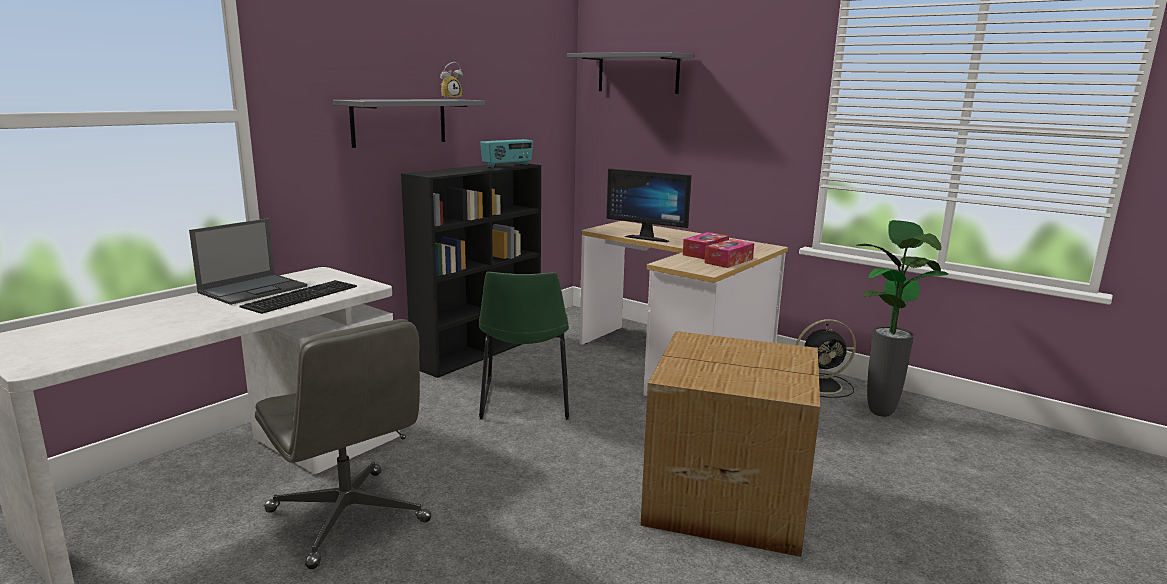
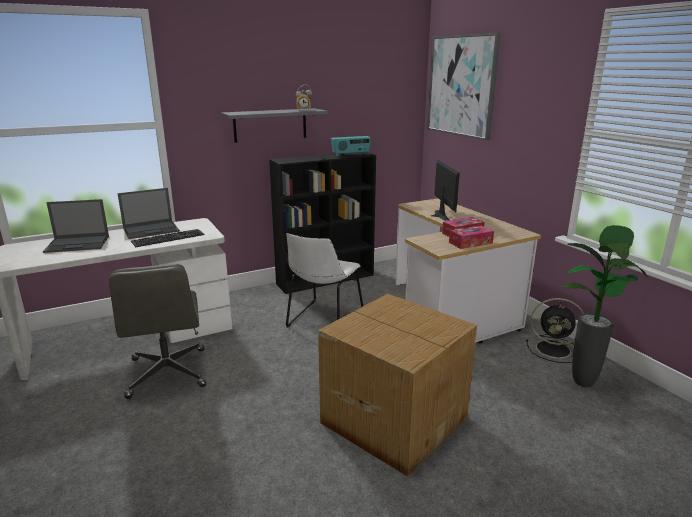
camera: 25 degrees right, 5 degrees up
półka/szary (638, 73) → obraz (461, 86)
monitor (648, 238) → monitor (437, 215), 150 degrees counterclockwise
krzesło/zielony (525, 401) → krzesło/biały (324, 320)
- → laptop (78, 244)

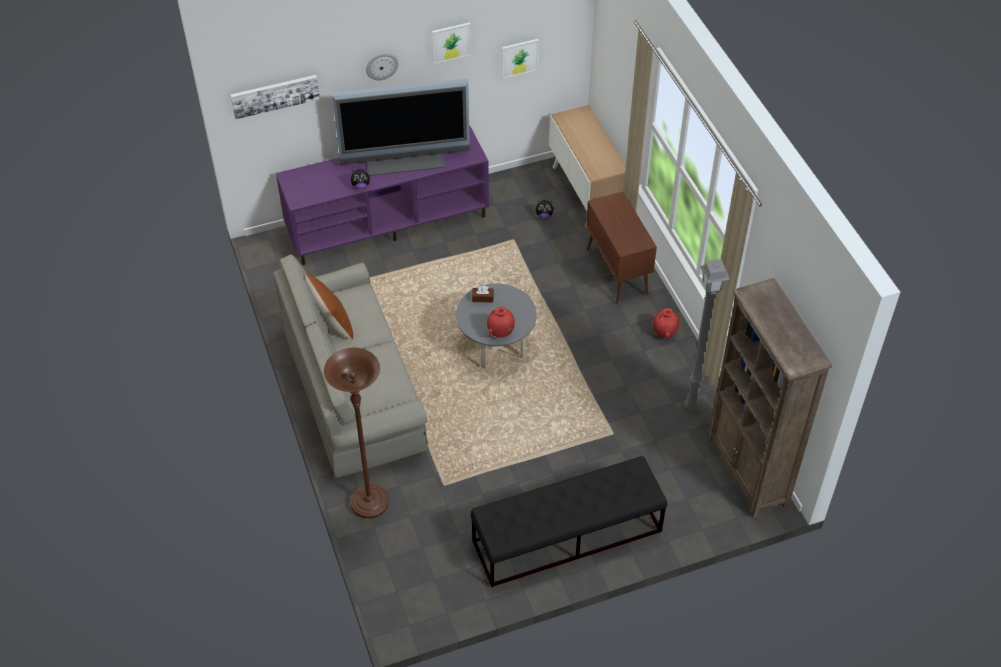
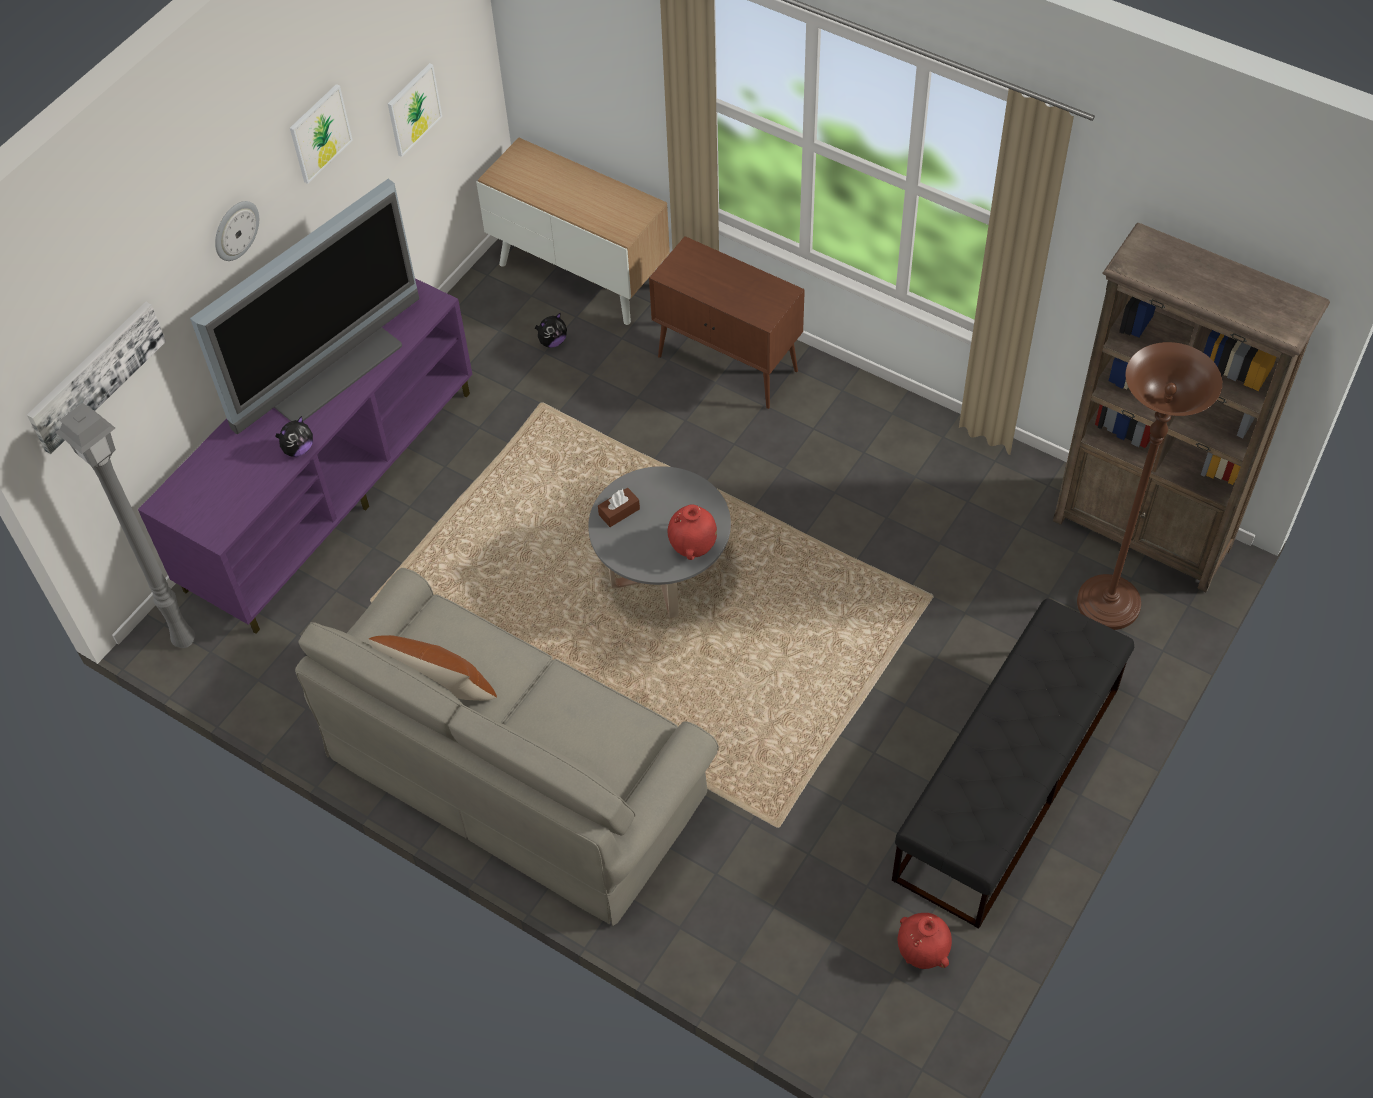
camera: 35 degrees left, 5 degrees up
lampa stojąca/szary (690, 406) → lampa stojąca/szary (184, 642), moved
wazon/czerwony (664, 333) → wazon/czerwony (922, 952), moved
lampa stojąca/brązowy (369, 503) → lampa stojąca/brązowy (1107, 605), moved

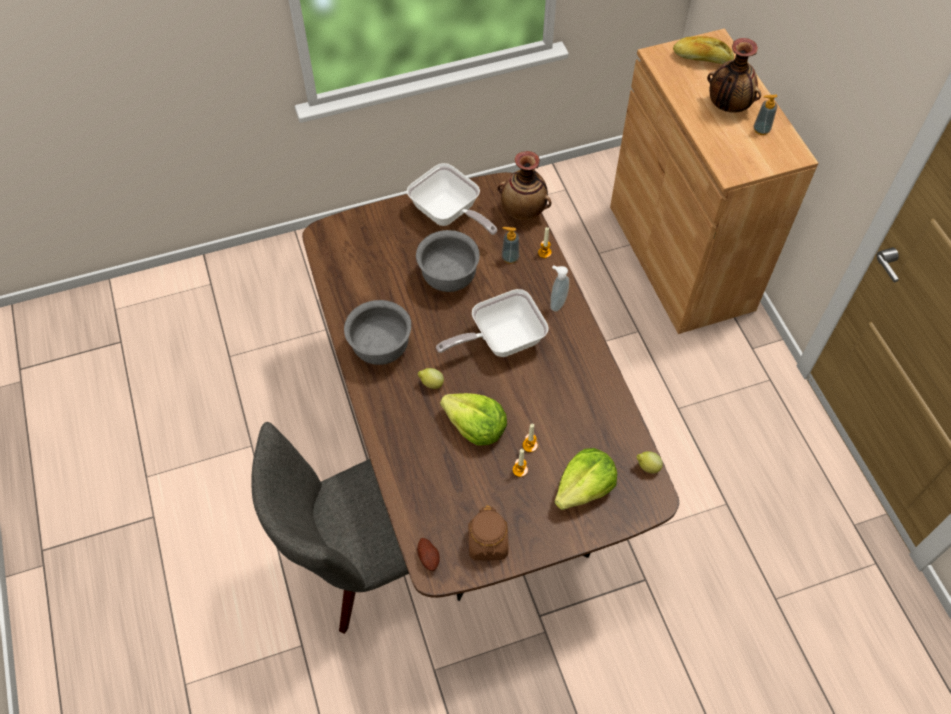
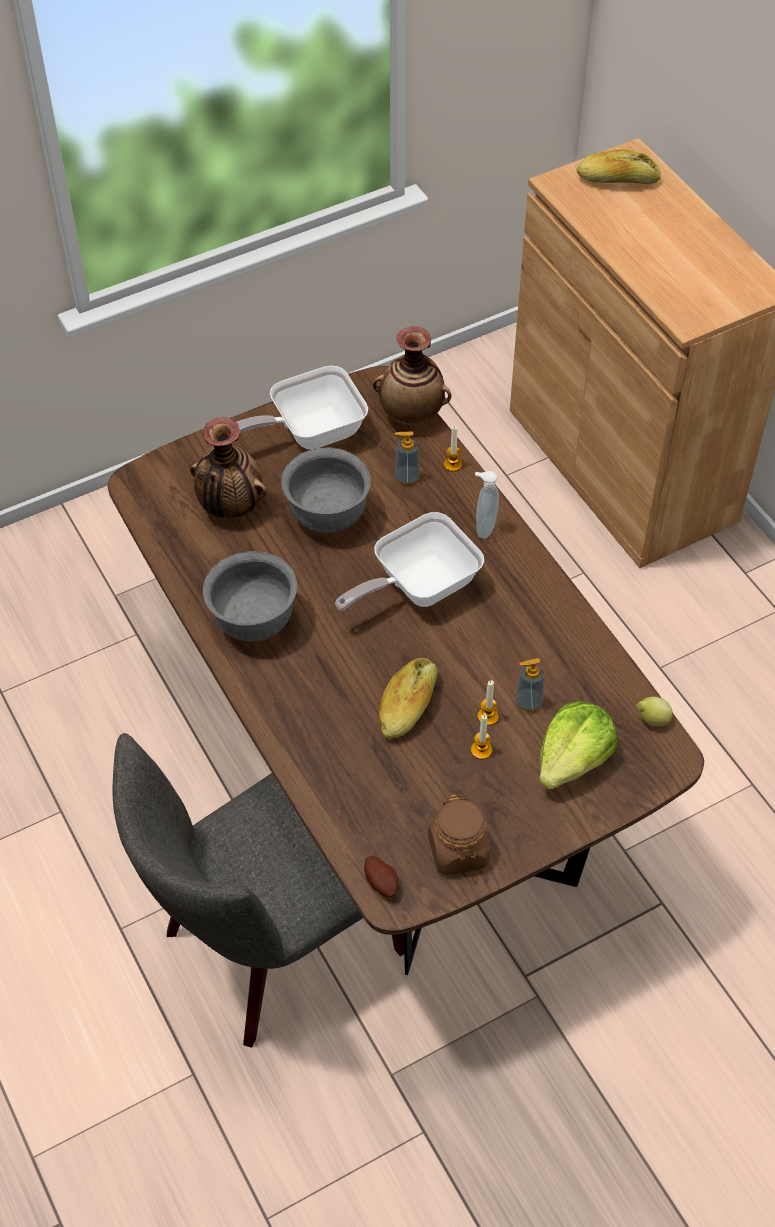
camera: 10 degrees left, 5 degrees down
wazon (727, 106) → wazon (230, 506), moved
dozownik mydła (761, 130) → dozownik mydła (528, 702), moved
patelnia (449, 215) → patelnia (309, 432), 120 degrees clockwise
cytryna (431, 384) → -
sałata (475, 427) → chleb (408, 705)

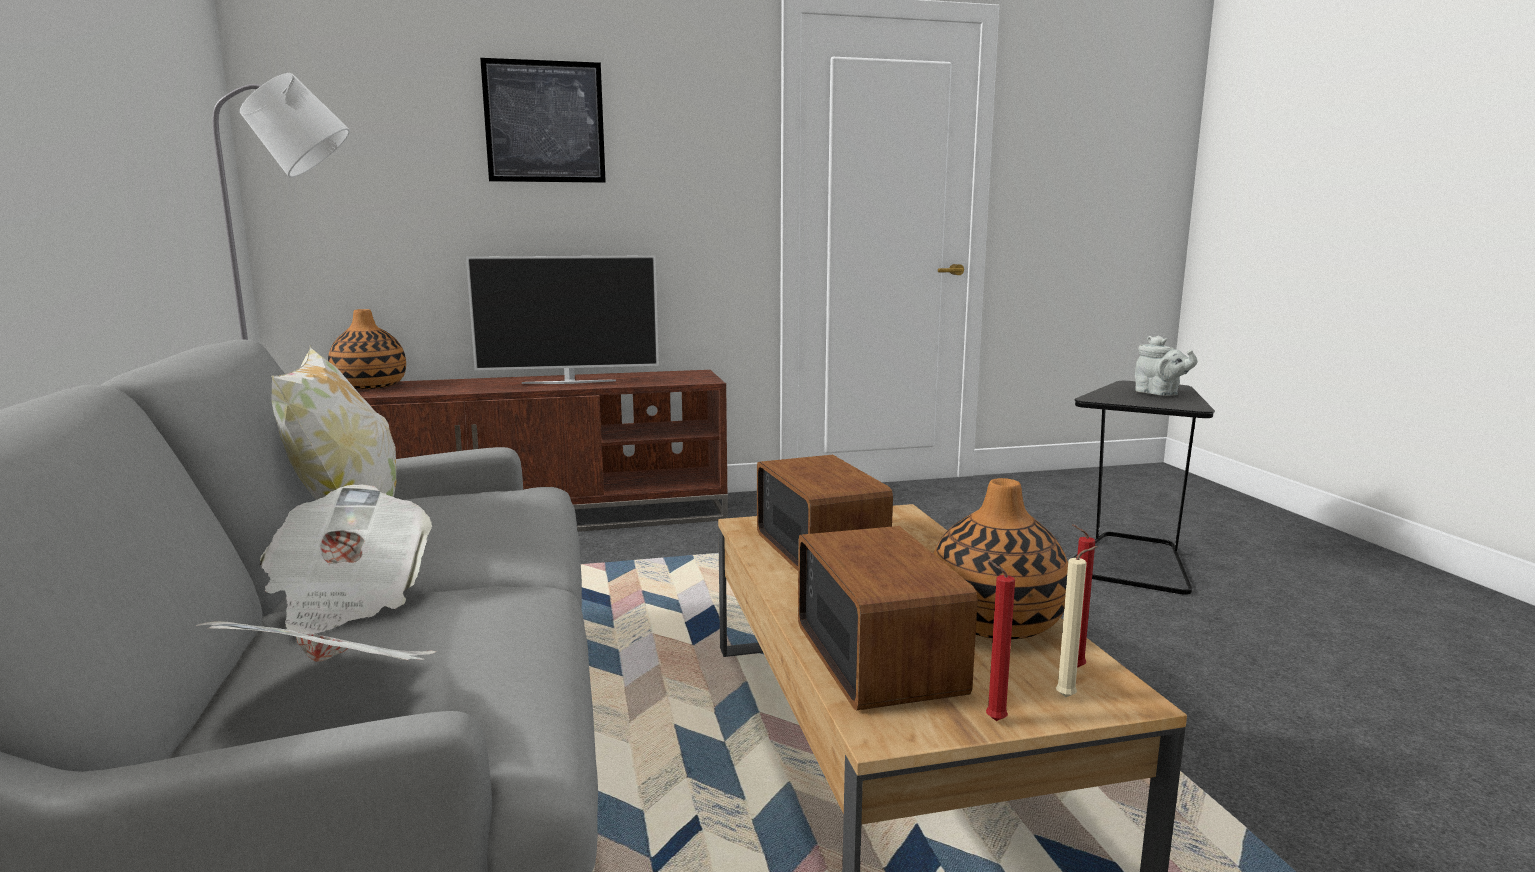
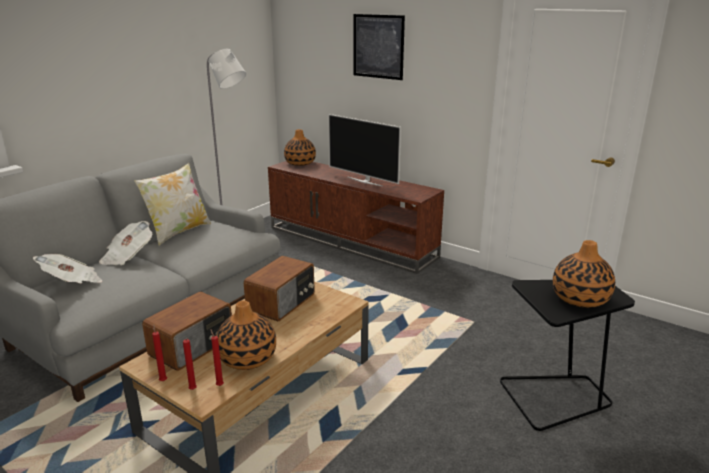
camera: 50 degrees right, 10 degrees up
imbryk/szary (1159, 394) → wazon (580, 298)
świeca/beżowy (1069, 698) → świeca/czerwony (193, 390)

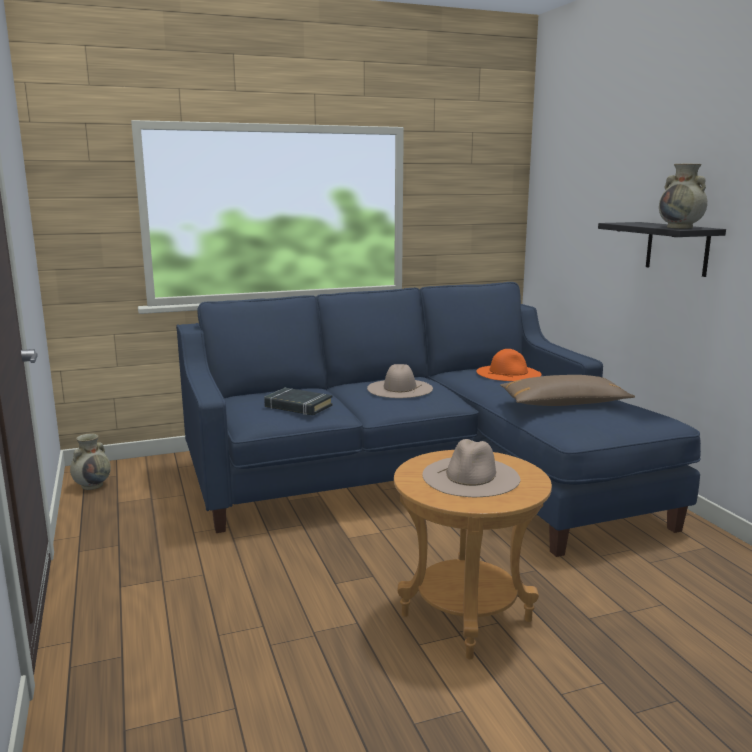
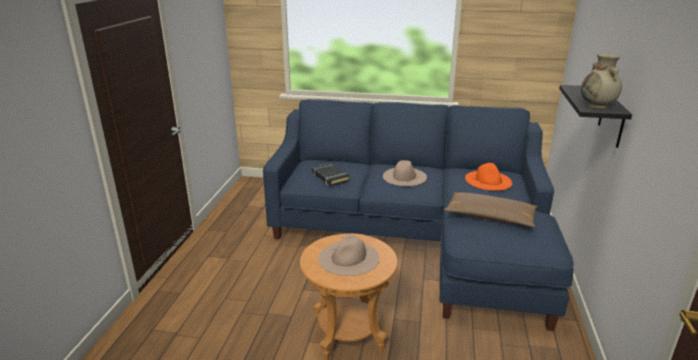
camera: 30 degrees right, 10 degrees up
wazon/beżowy (92, 485) → -

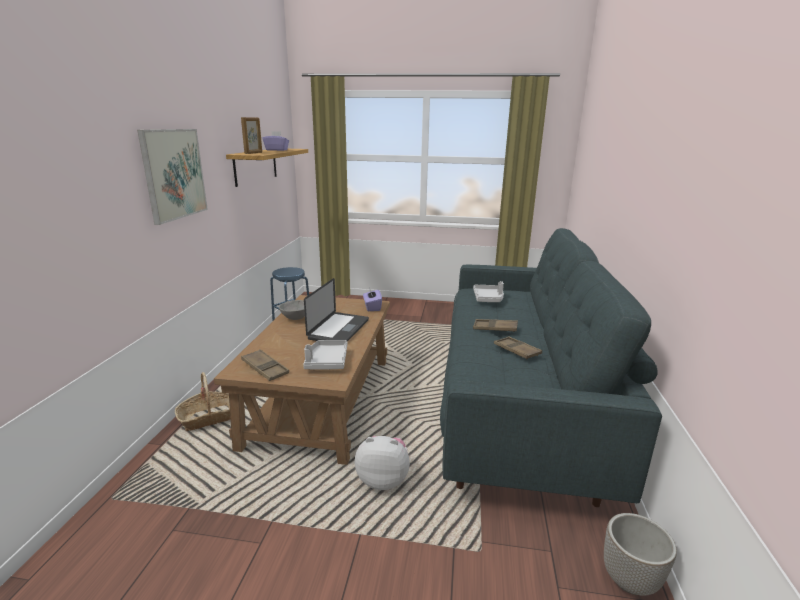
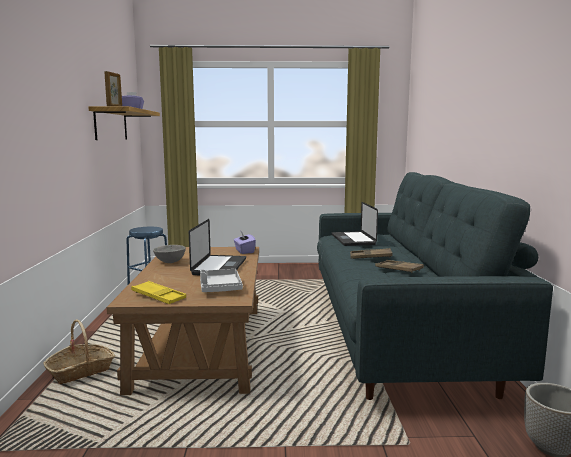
camera: 10 degrees left, 10 degrees down
obraz (174, 174) → -
taca/szary (488, 298) → laptop (353, 239)
taca/brązowy (265, 368) → taca/żółty (158, 296)
pluszak (383, 479) → -

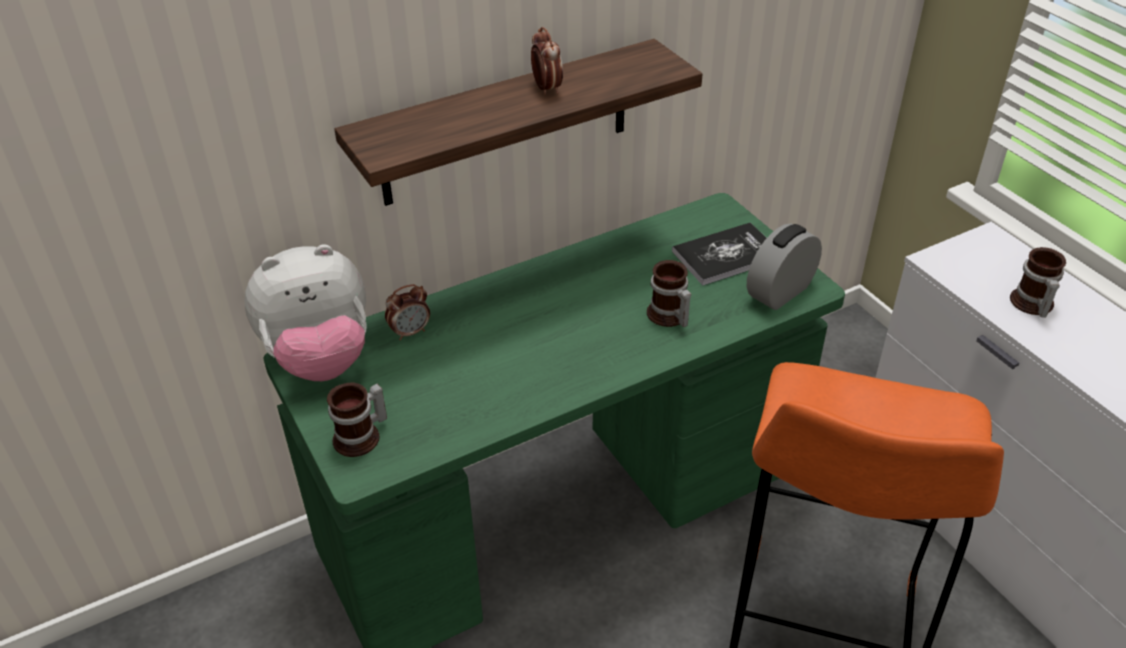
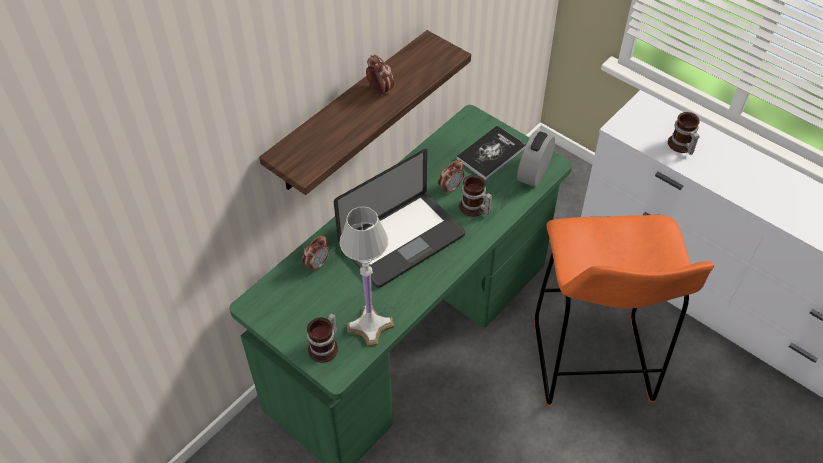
camera: 20 degrees left, 10 degrees up
pluszak (320, 359) → -
- → laptop (402, 240)
- → budzik (450, 188)
- → lampa stołowa/biały (370, 326)

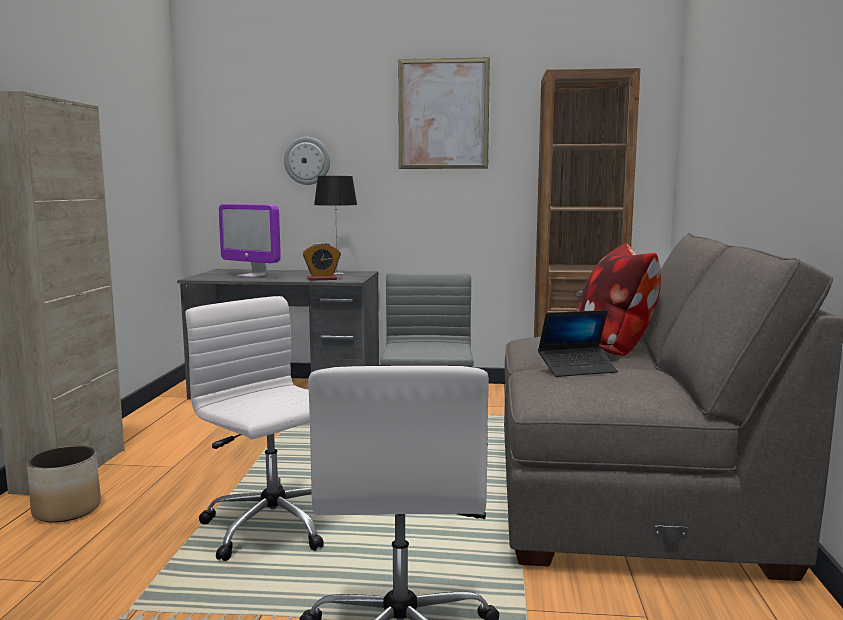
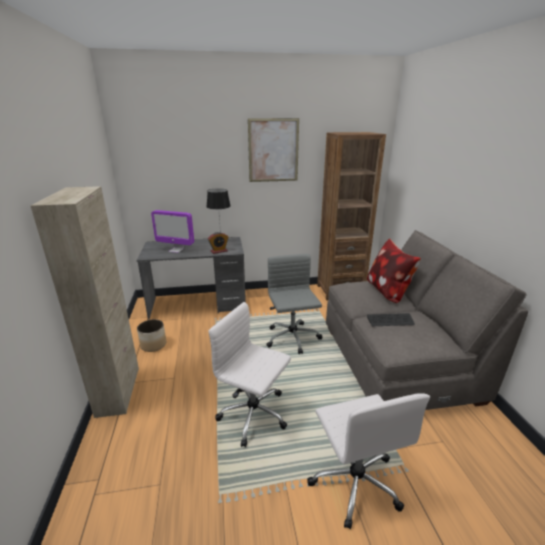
camera: 15 degrees left, 15 degrees up
zegar ścienny (307, 161) → -
laptop (577, 369) → klawiatura (390, 320)
donica (67, 510) → donica (153, 345), moved

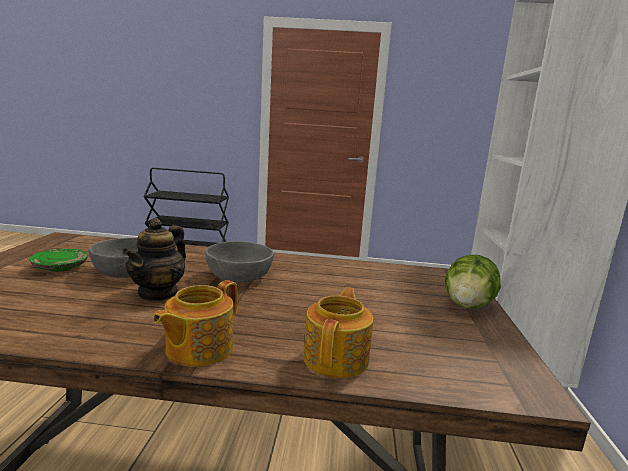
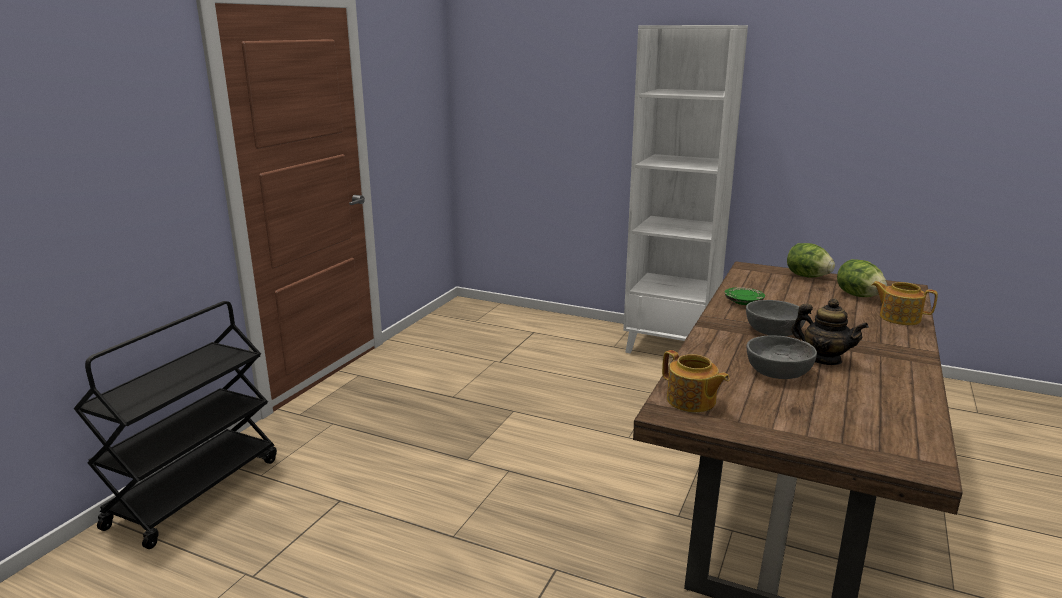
camera: 70 degrees left, 5 degrees up
talerz/zielony (60, 267) → talerz/zielony (743, 302), moved
imbryk (198, 349) → imbryk (691, 401), moved
- → sałata (858, 296)

